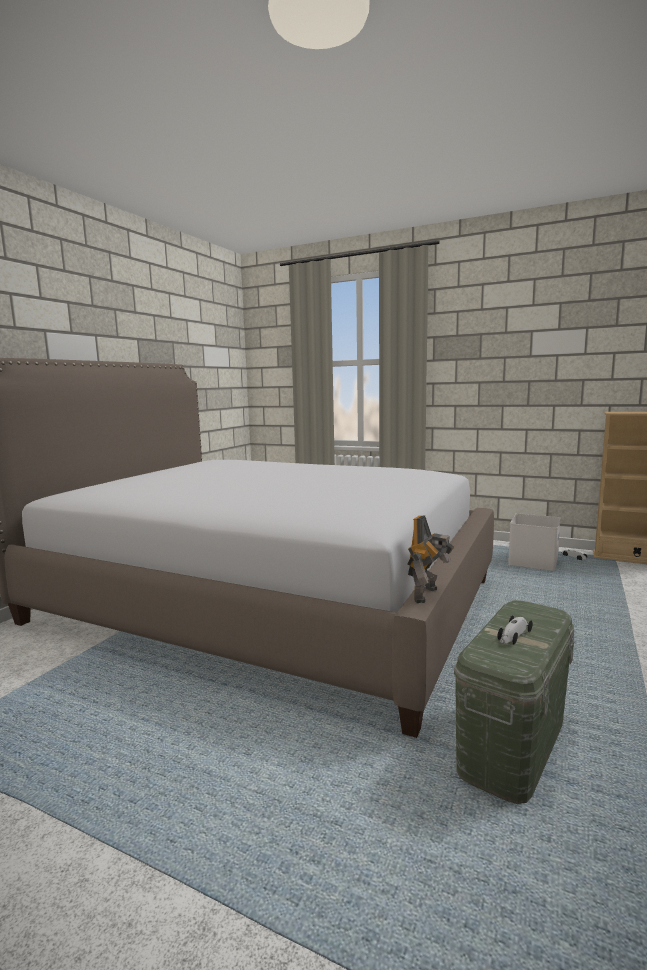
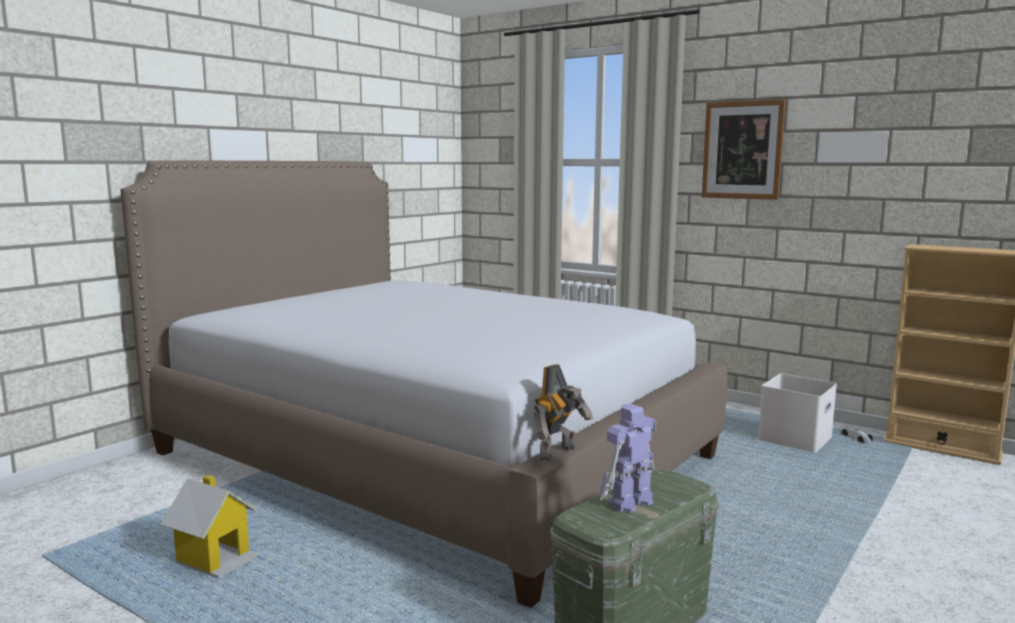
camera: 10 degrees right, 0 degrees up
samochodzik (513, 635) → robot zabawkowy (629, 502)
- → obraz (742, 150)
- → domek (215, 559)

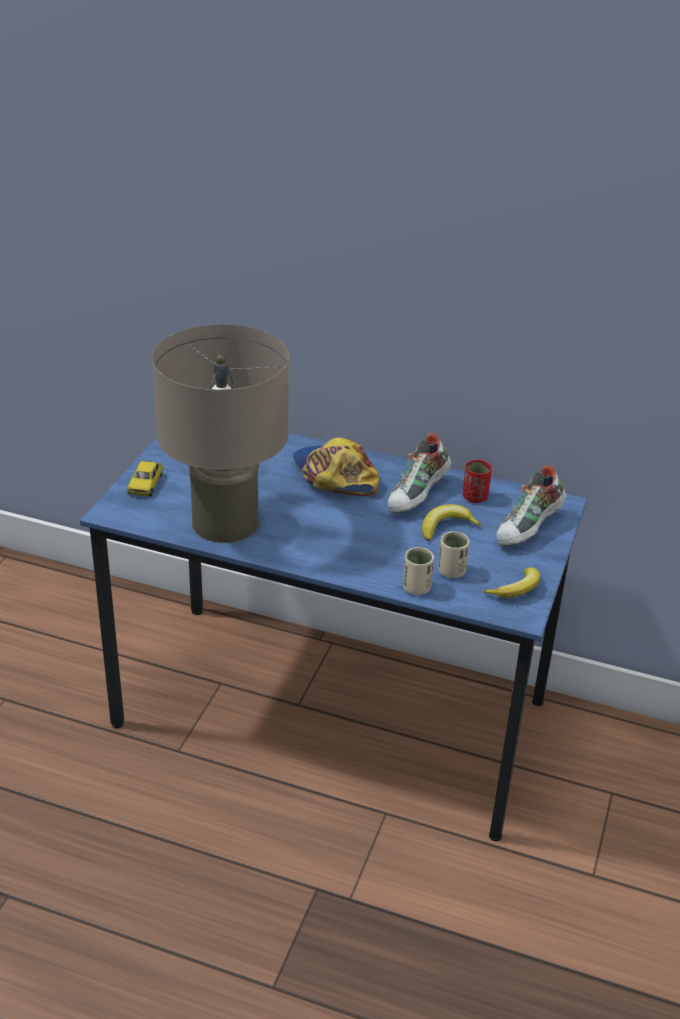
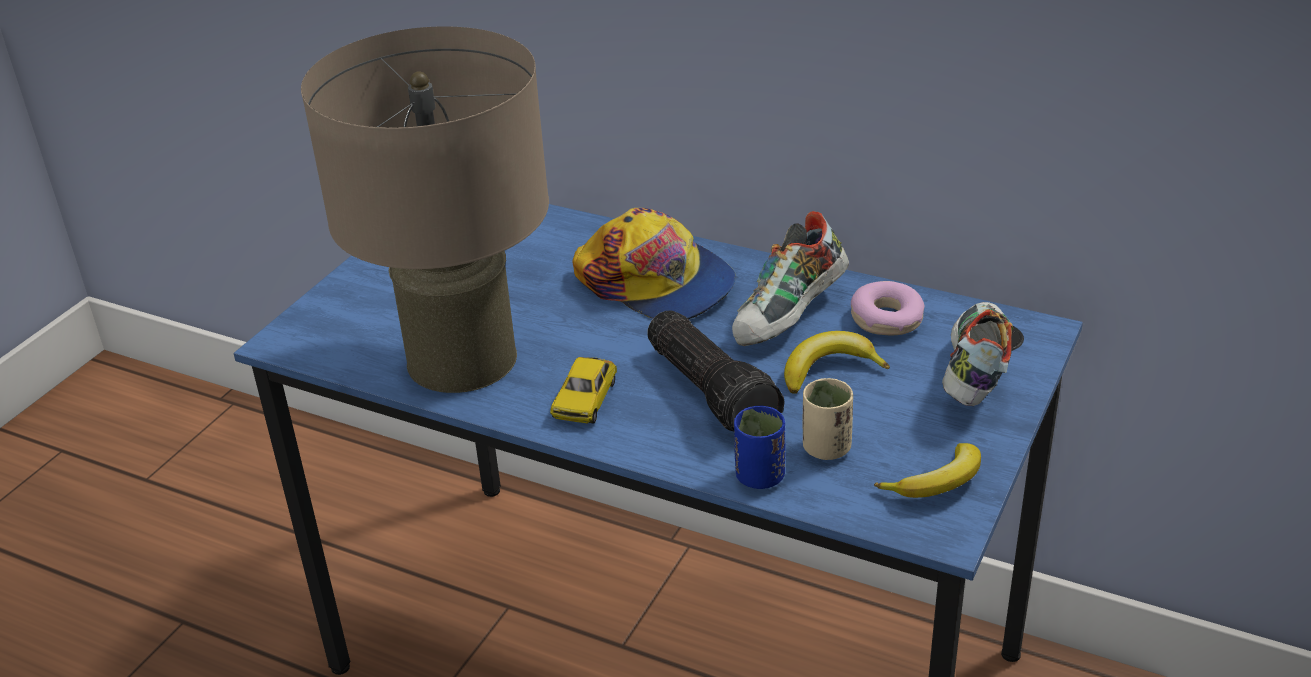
camera: 10 degrees right, 0 degrees up
czapka z daszkiem (334, 475) → czapka z daszkiem (656, 283), 150 degrees clockwise
filiżanka/czerwony (475, 497) → donut (886, 319)
samochodzik (145, 484) → samochodzik (584, 400), moved
but (529, 530) → but (973, 376), 150 degrees clockwise
filiżanka/beżowy (416, 588) → filiżanka/niebieski (759, 476)
- → latarka (714, 391)

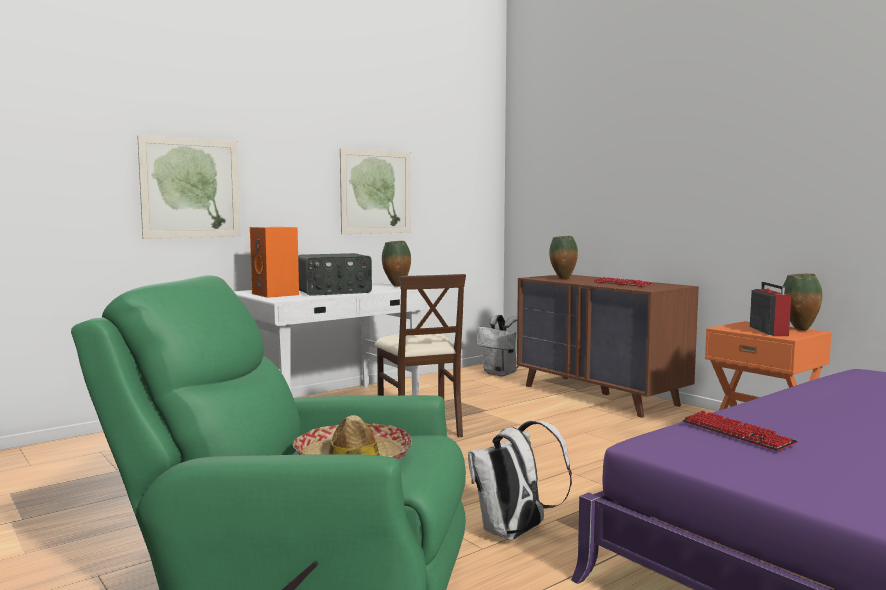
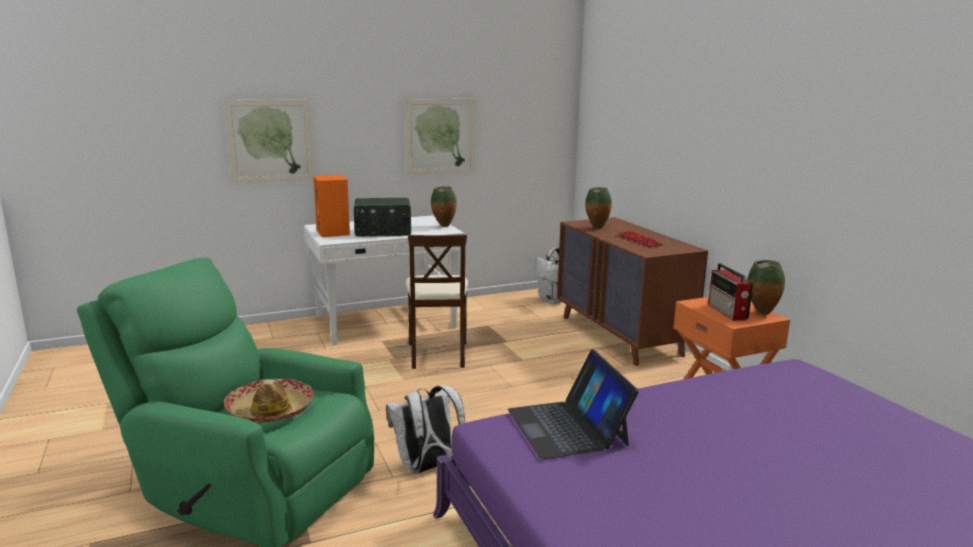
camera: 15 degrees right, 10 degrees up
radio (768, 331) → radio (727, 312), 150 degrees clockwise
klawiatura (737, 433) → laptop (568, 427)

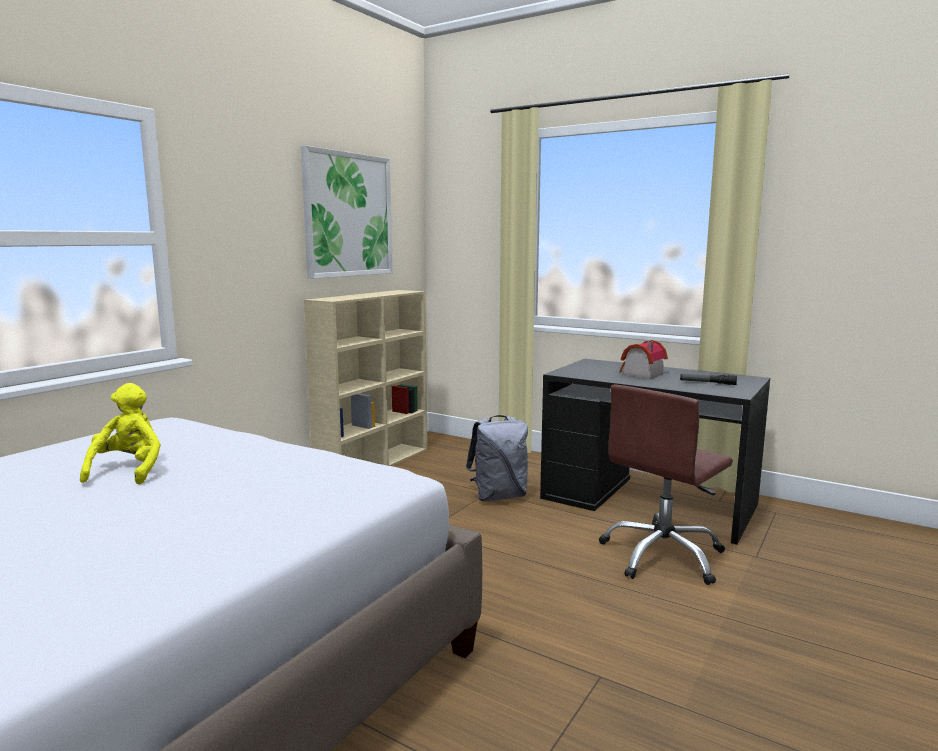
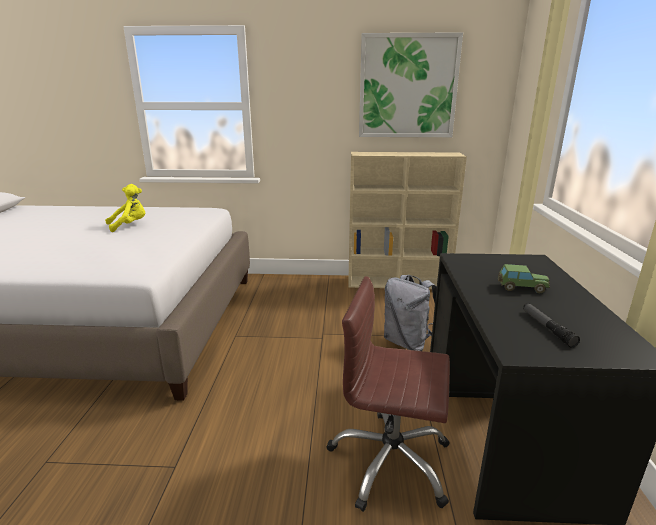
camera: 60 degrees right, 10 degrees up
domek (640, 374) → samochodzik (521, 288)

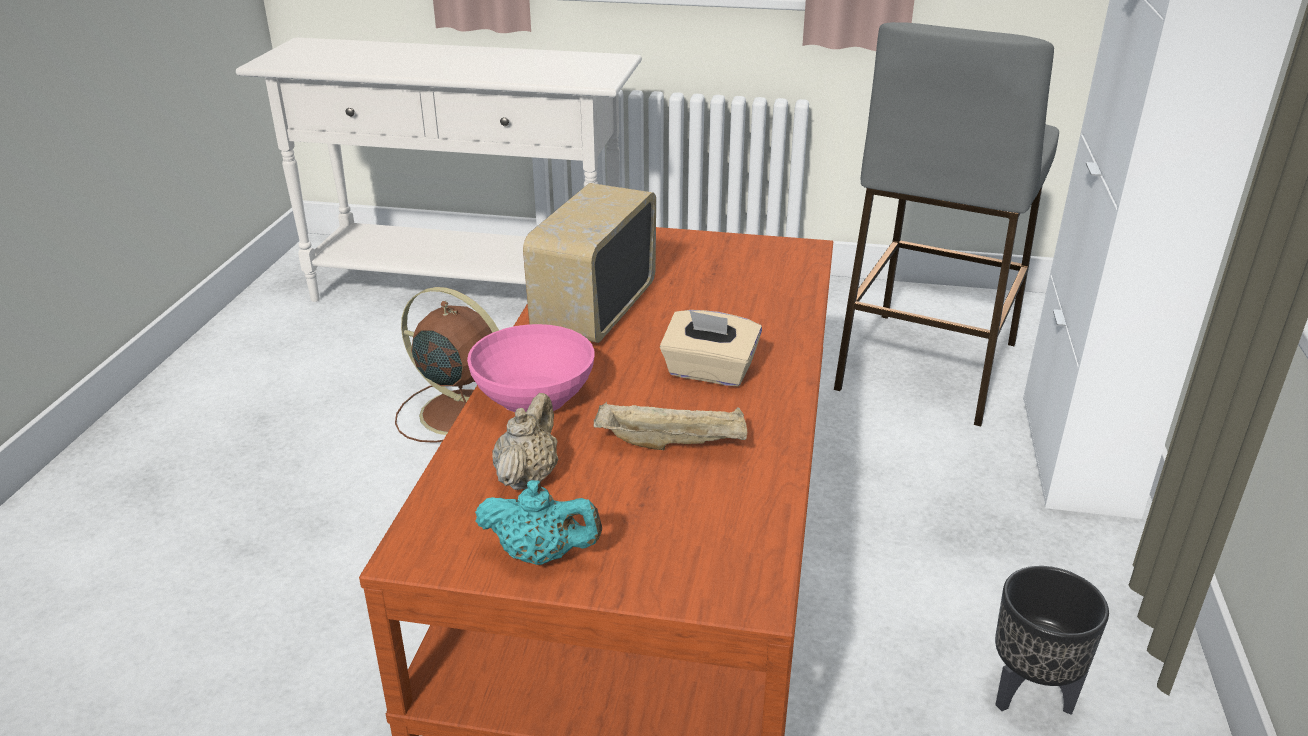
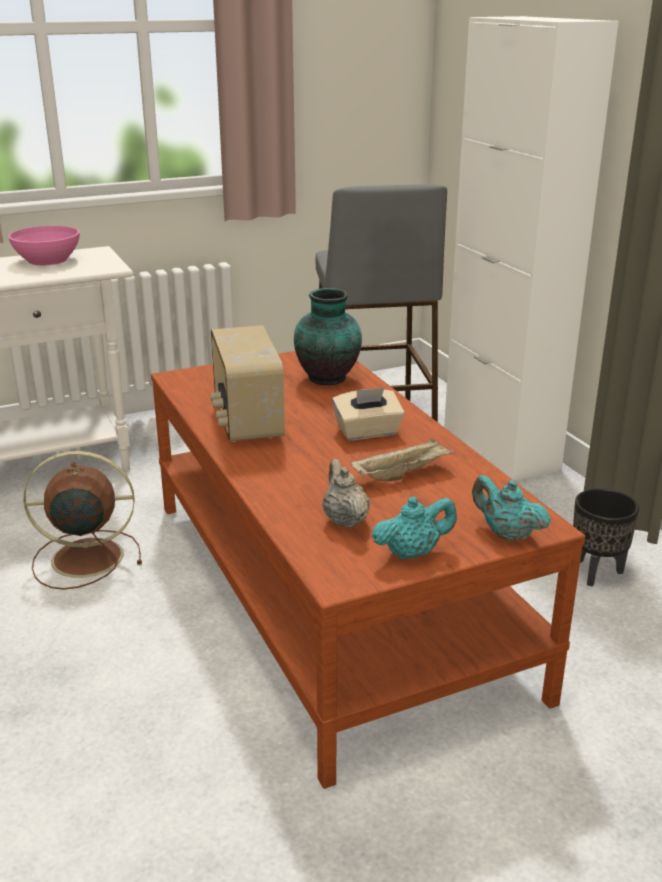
camera: 35 degrees left, 5 degrees down
miska/różowy (534, 397) → miska/różowy (48, 260), moved
- → wazon (329, 379)
- → imbryk/turkusowy (506, 534)

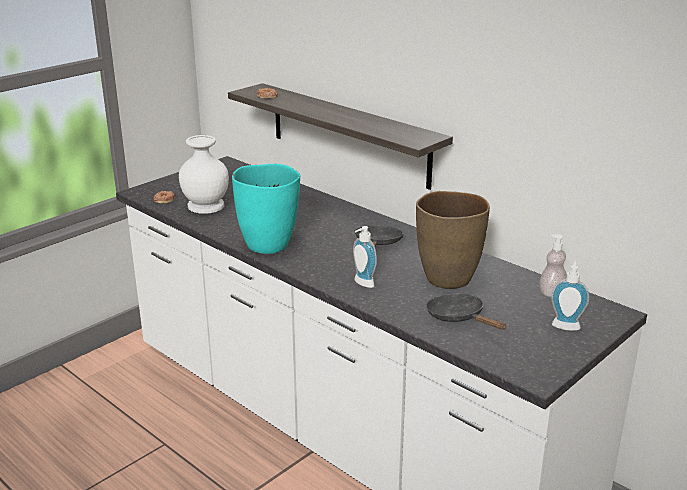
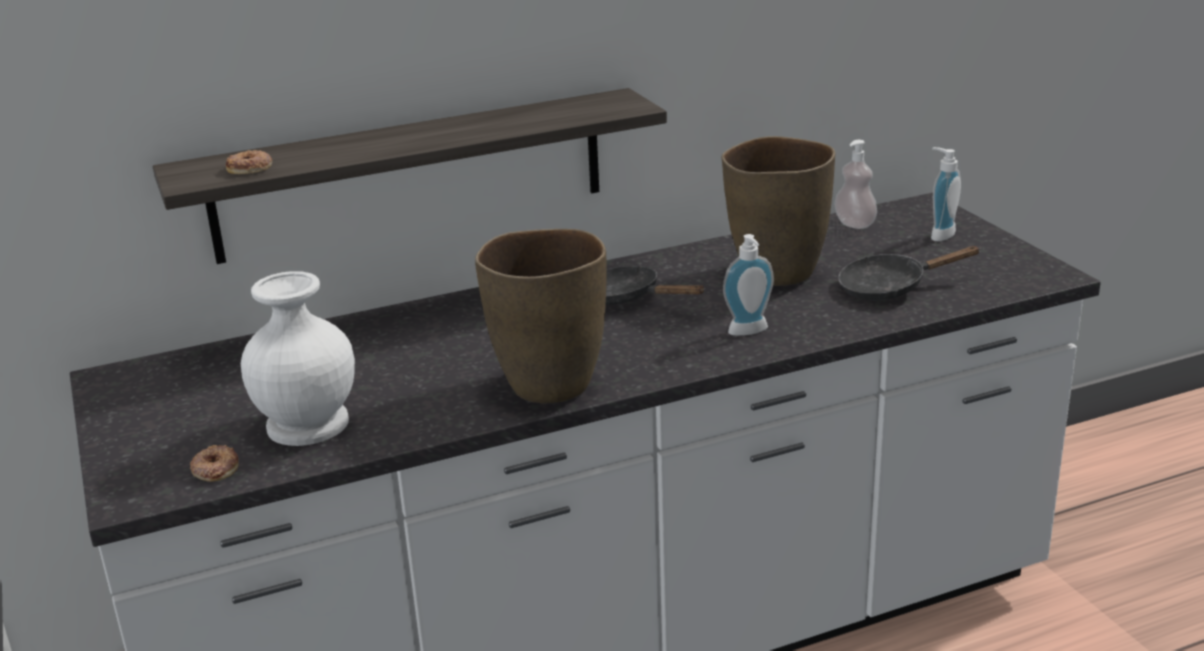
camera: 65 degrees left, 0 degrees up
wazon/turkusowy (268, 245) → wazon/brązowy (548, 385)

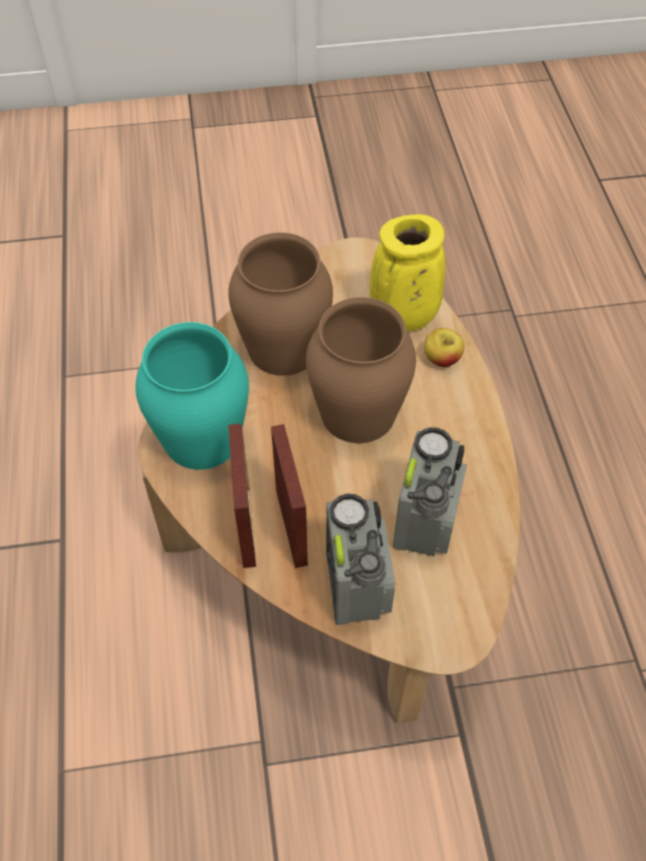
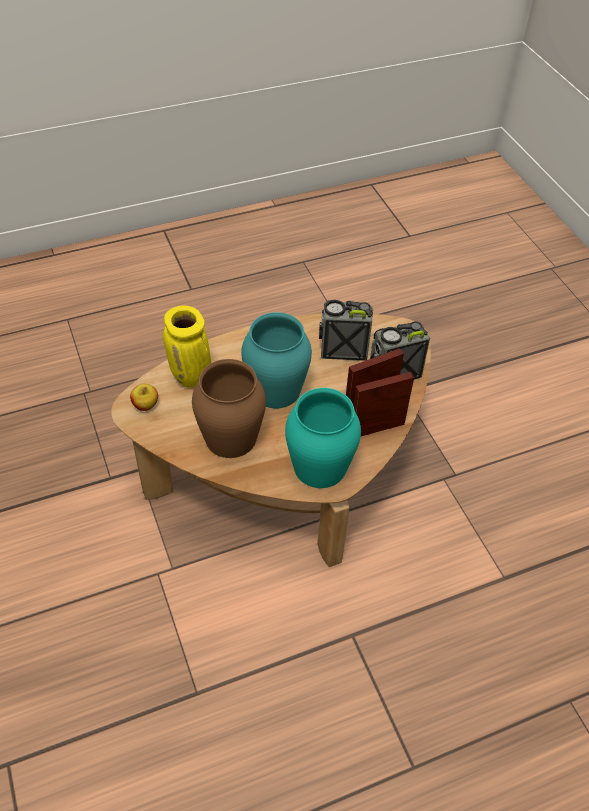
camera: 105 degrees left, 5 degrees down
wazon/brązowy (357, 412) → wazon/turkusowy (275, 390)
jabłko (442, 358) → jabłko (145, 405), moved

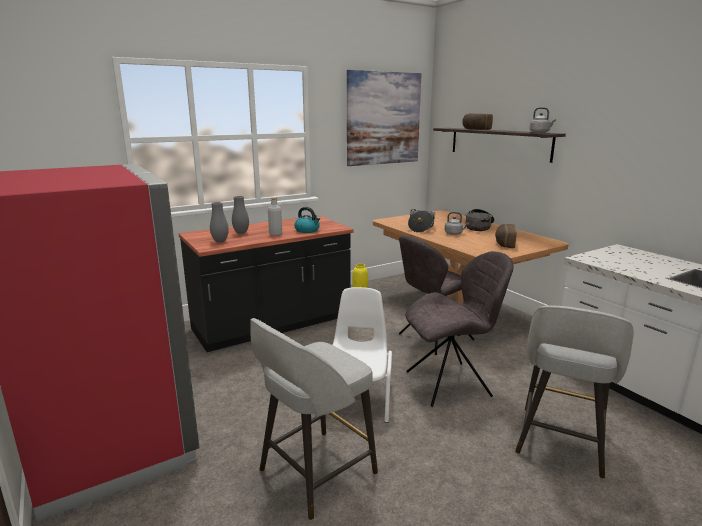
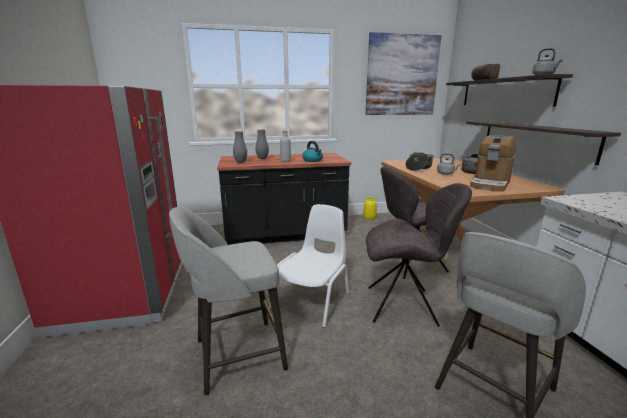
camera: 20 degrees right, 0 degrees up
chleb (504, 243) → ekspres do kawy (490, 184)
- → półka (534, 139)

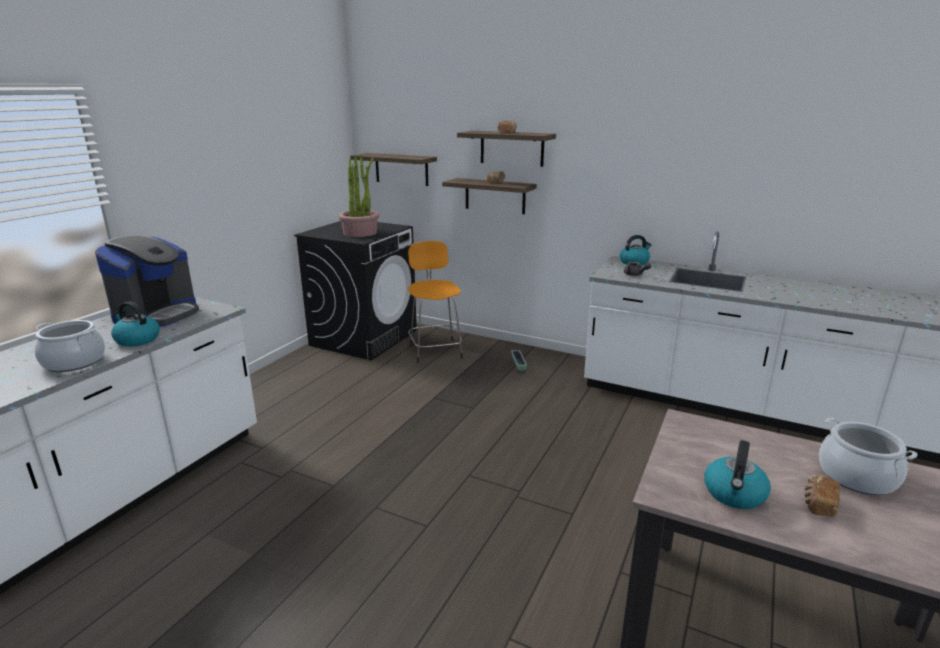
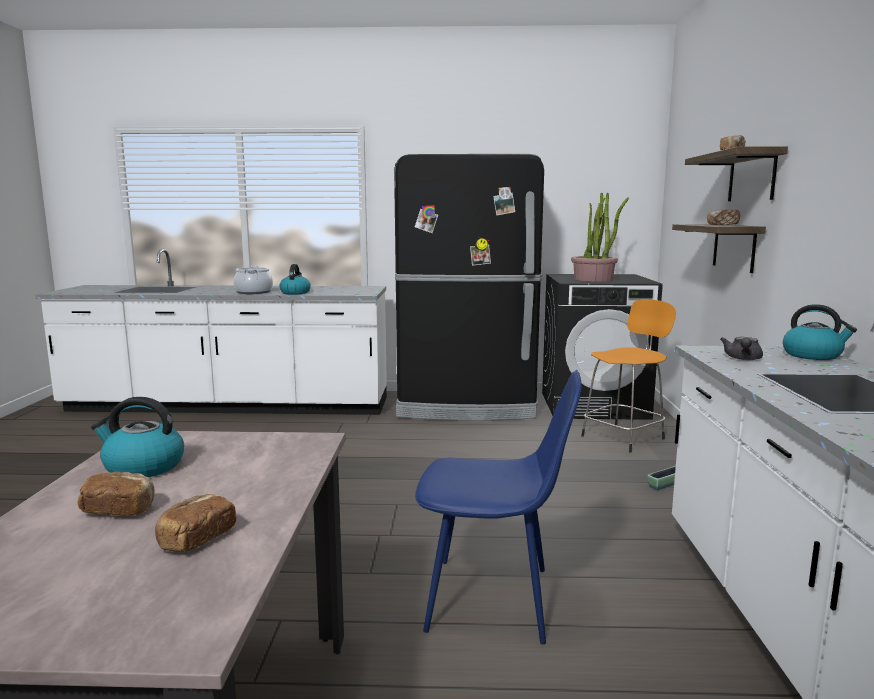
camera: 65 degrees right, 10 degrees down
półka (401, 169) → -
ekspres do kawy (157, 315) → -
garnek (857, 477) → chleb (196, 539)
- → lodówka/czarny (466, 406)
- → krzesło/niebieski (493, 599)

